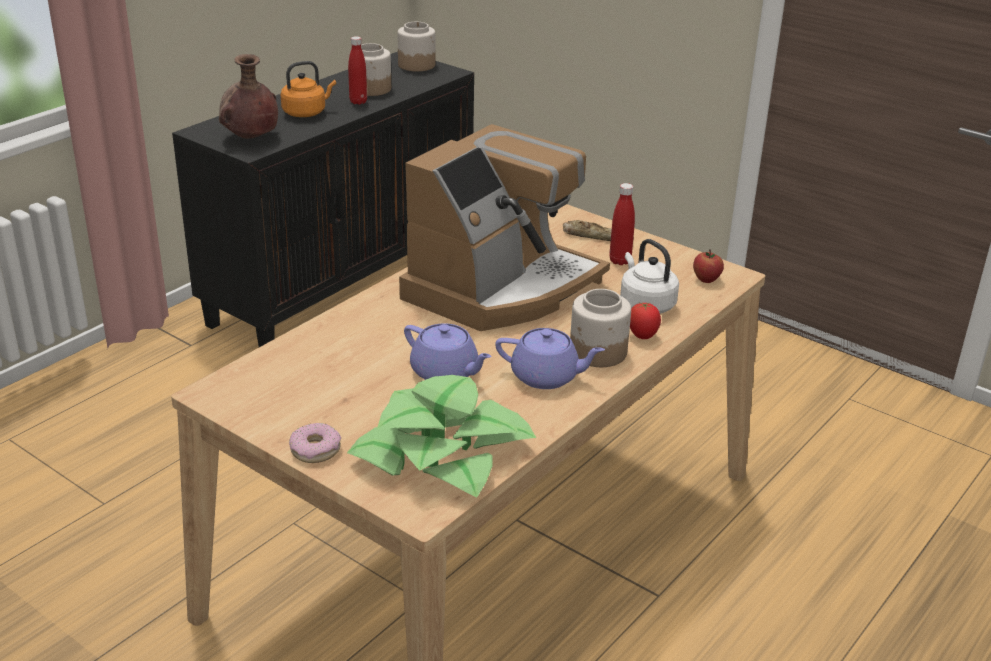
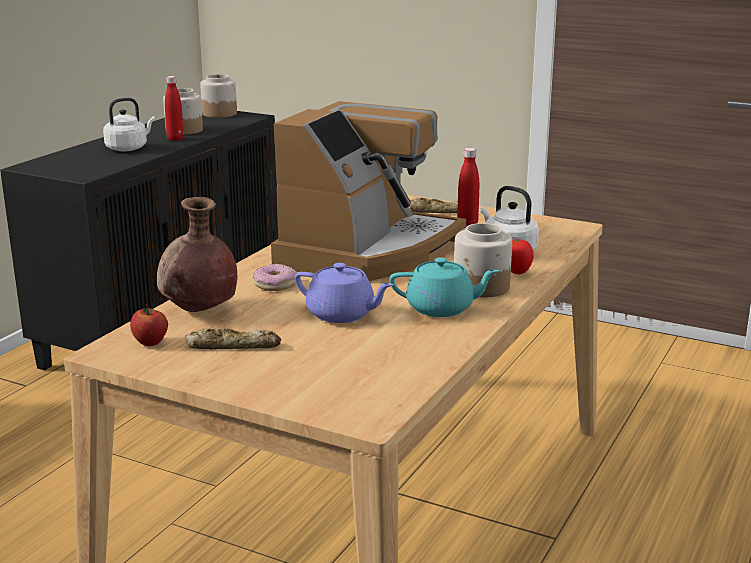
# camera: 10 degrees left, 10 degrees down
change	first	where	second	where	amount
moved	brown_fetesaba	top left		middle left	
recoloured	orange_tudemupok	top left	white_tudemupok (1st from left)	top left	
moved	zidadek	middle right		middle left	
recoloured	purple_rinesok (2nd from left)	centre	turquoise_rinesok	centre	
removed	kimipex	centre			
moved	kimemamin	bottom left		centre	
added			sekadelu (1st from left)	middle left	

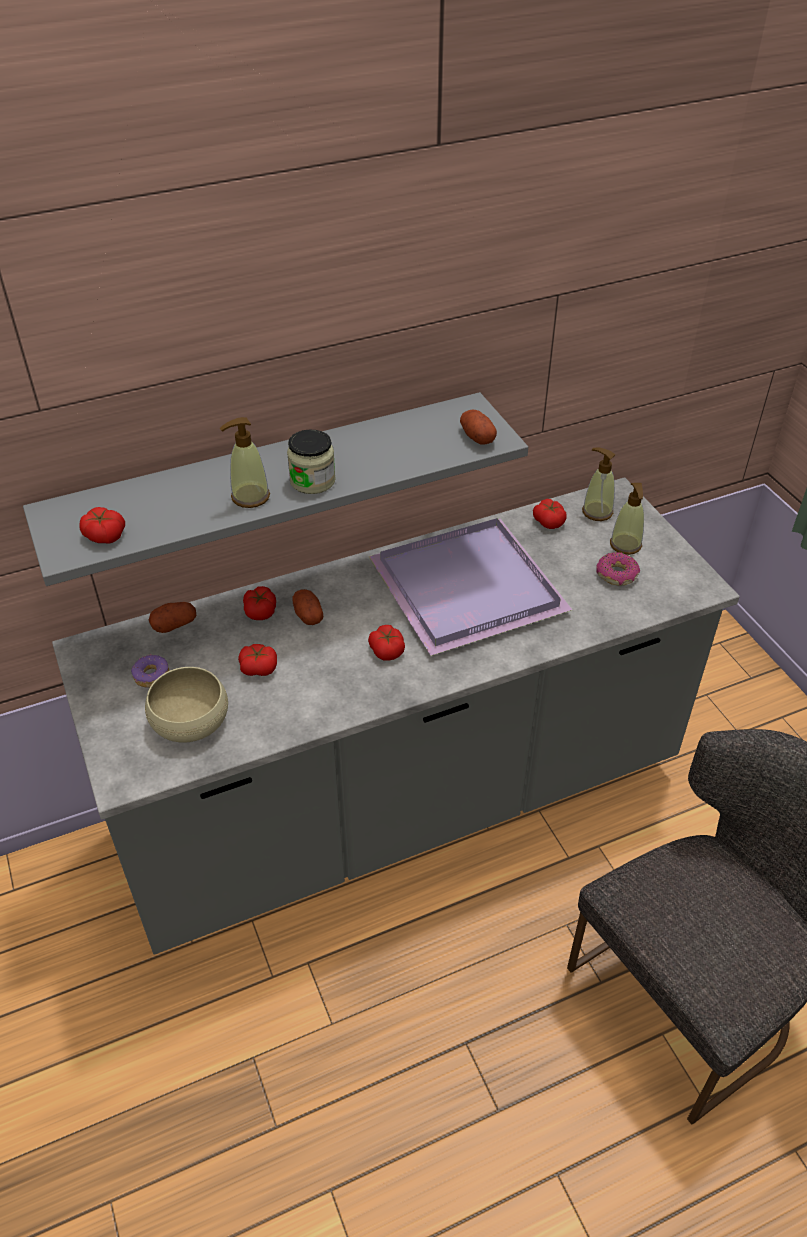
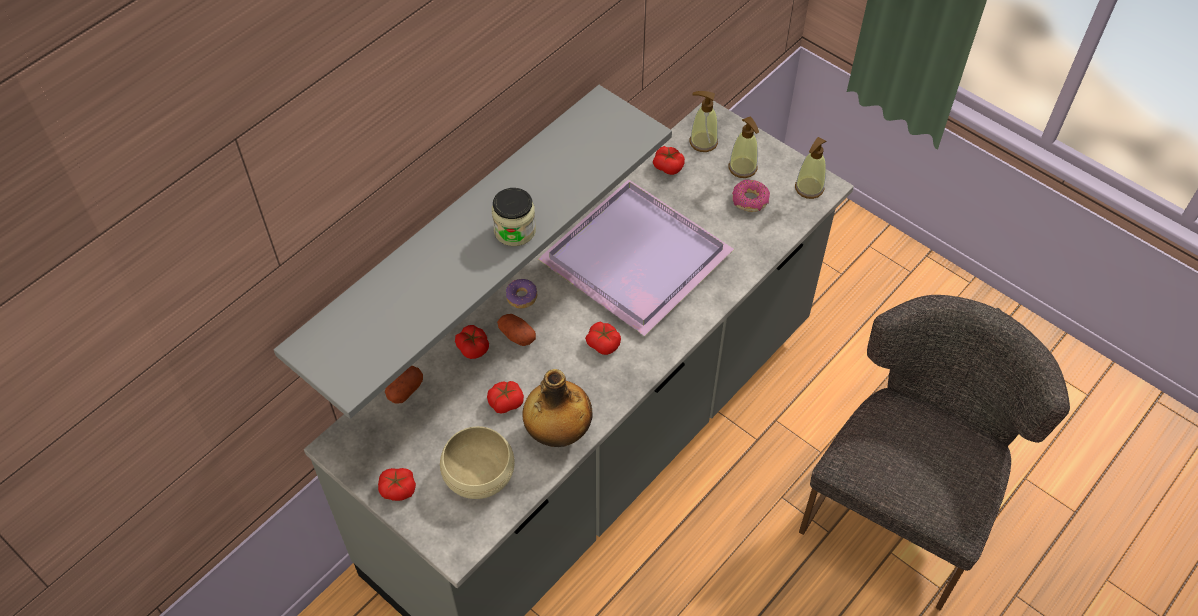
# camera: 25 degrees left, 10 degrees up
change	first	where	second	where	amount
removed	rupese (3rd from left)	centre			
moved	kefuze (1st from left in the first image)	middle left	kefuze (3rd from left)	top right	
moved	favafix (1st from left)	middle left		bottom left	
moved	kimemamin (1st from left)	middle left		centre	
added			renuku	centre	

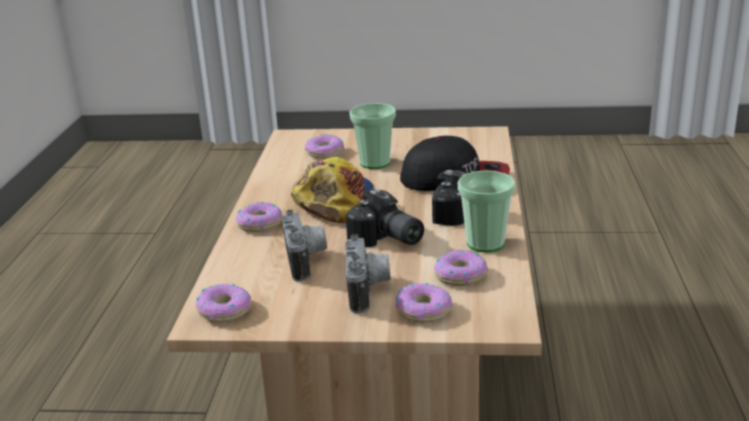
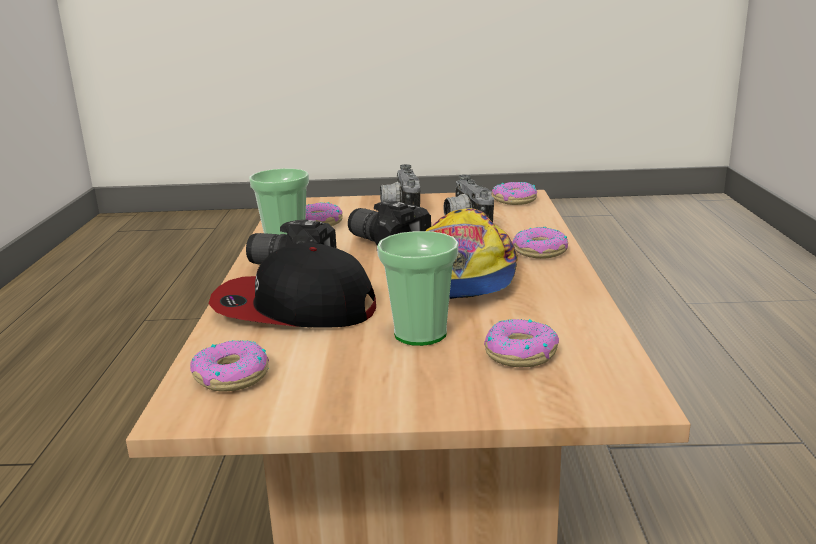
# camera: 175 degrees right, 5 degrees down
change	first	where	second	where	amount
moved	kimemamin (4th from left in the first image)	bottom centre	kimemamin (1st from left)	bottom left	

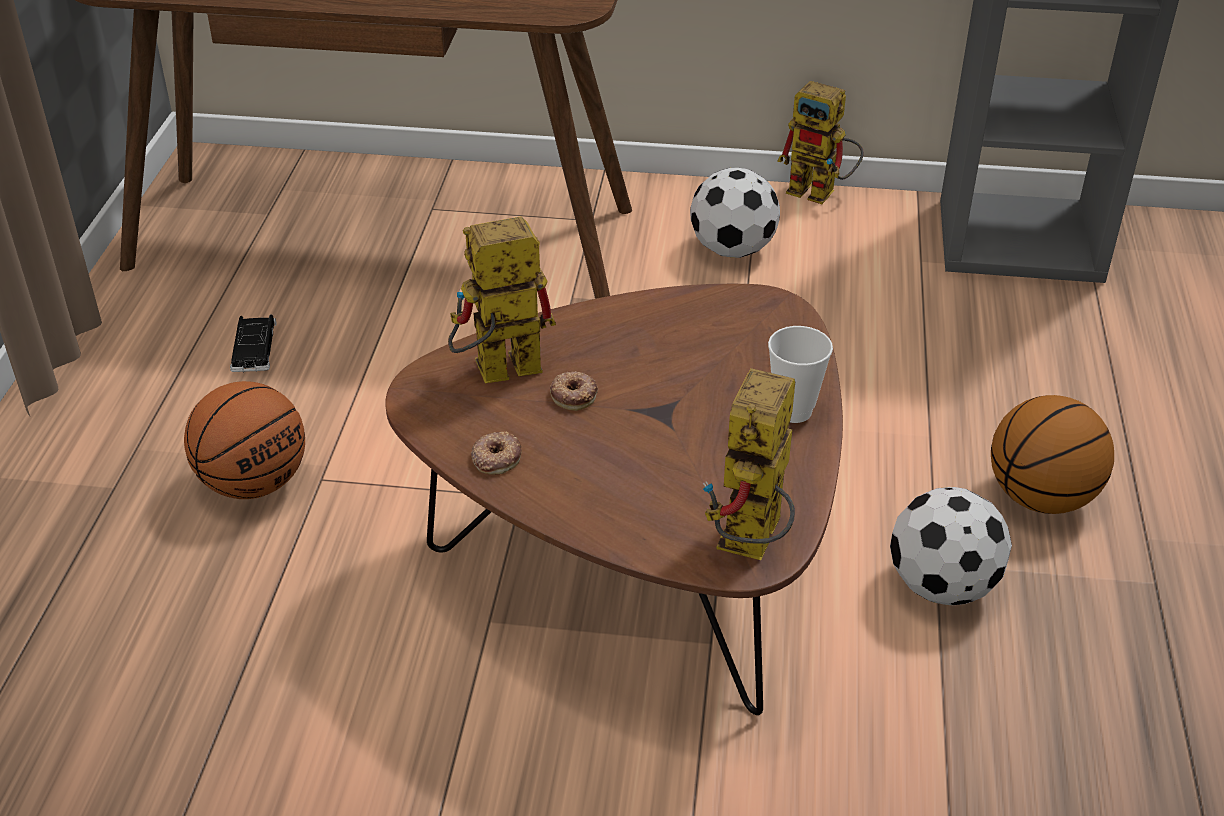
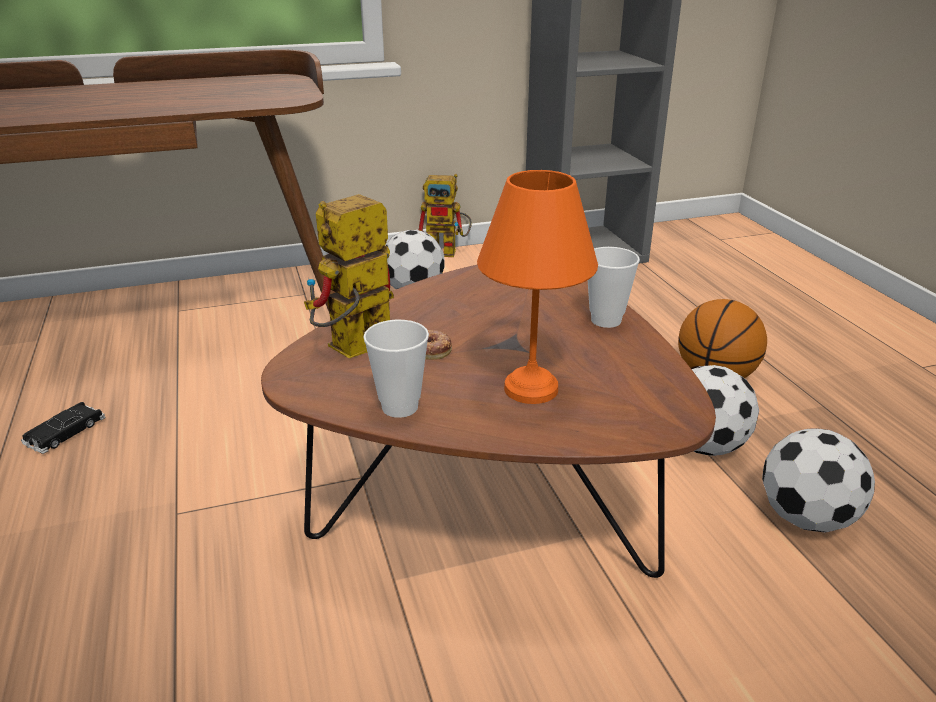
# camera: 25 degrees left, 10 degrees down
change	first	where	second	where	amount
turned	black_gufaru	middle left		middle left	60 degrees clockwise
removed	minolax (2nd from left)	centre			
removed	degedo (1st from left)	middle left			
replaced	kimemamin (1st from left)	centre	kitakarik (1st from left)	centre	
added			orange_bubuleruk	centre	
added			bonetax (3rd from left)	bottom right	

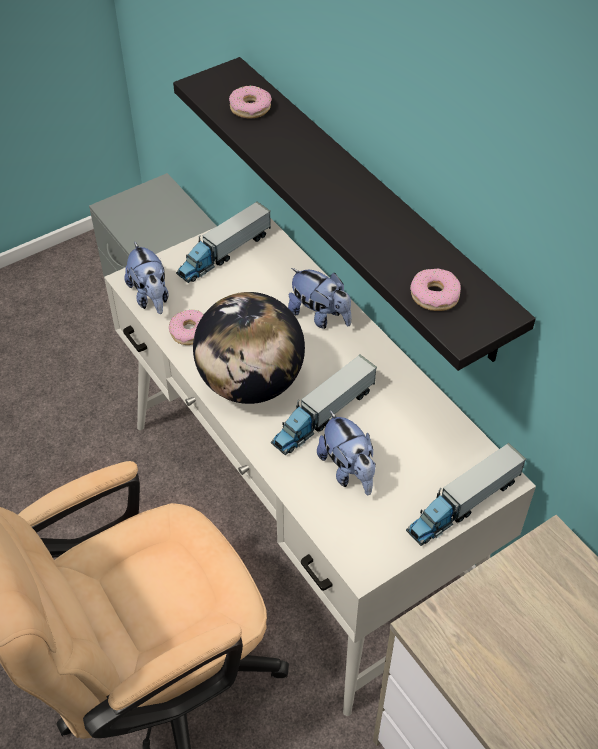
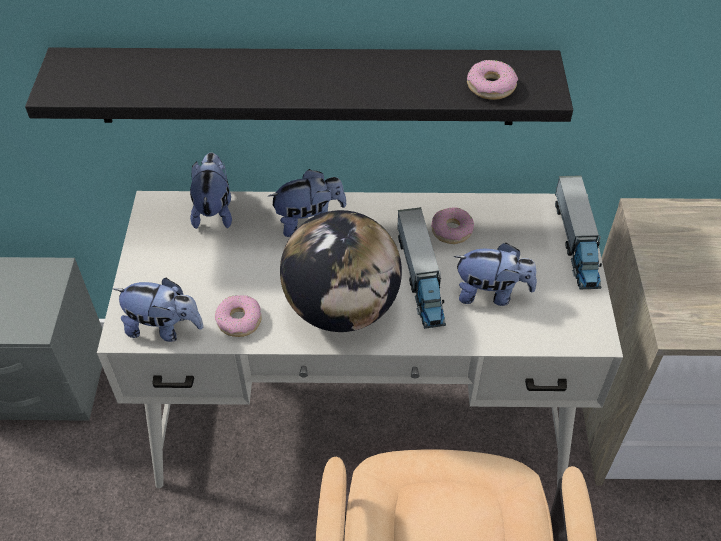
# camera: 55 degrees left, 0 degrees up
change	first	where	second	where	amount
moved	kimemamin (2nd from left)	top centre		centre	
removed	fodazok (1st from left)	top centre			
added			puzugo (2nd from left)	middle left	

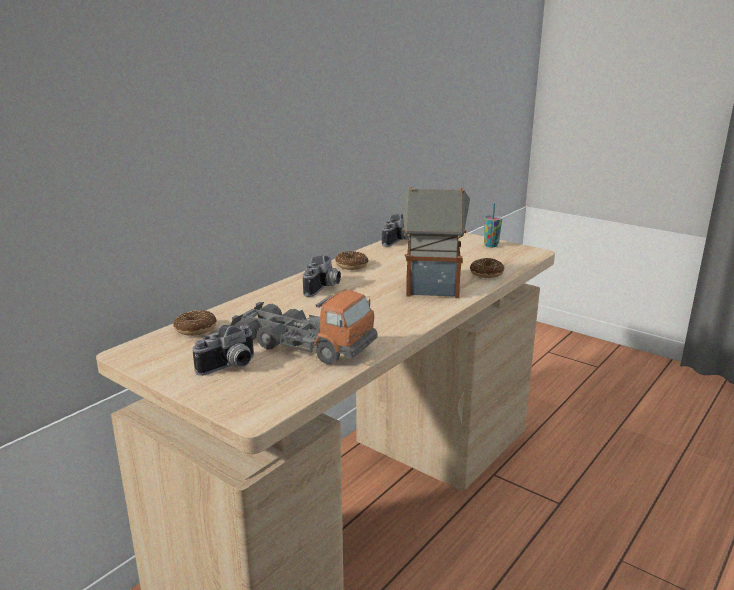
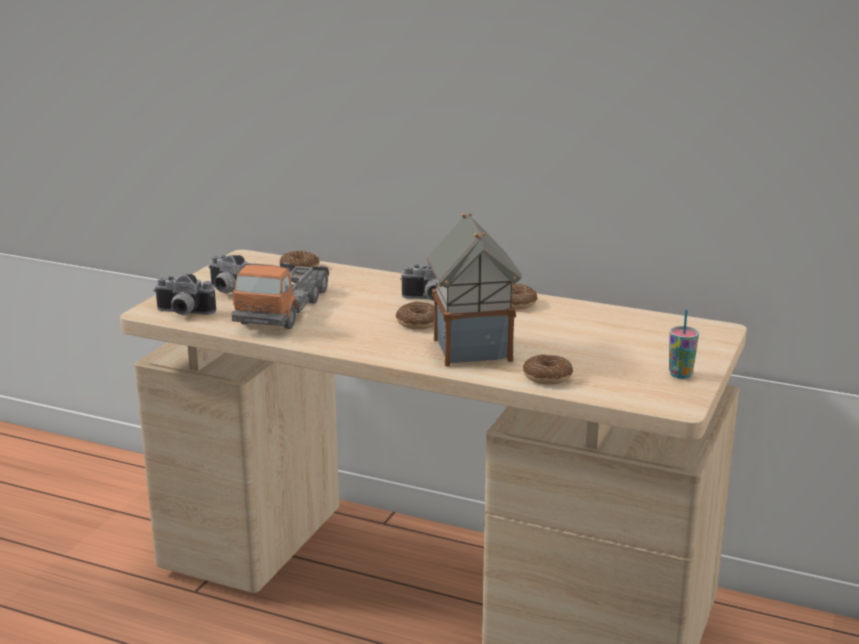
# camera: 75 degrees right, 0 degrees up
change	first	where	second	where	amount
moved	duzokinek (3rd from left in the first image)	centre	duzokinek (1st from left)	middle left	
added			kimemamin (2nd from left)	centre	

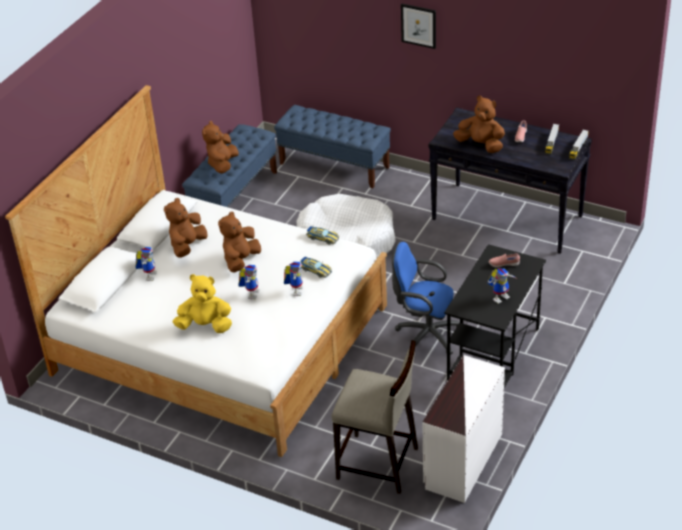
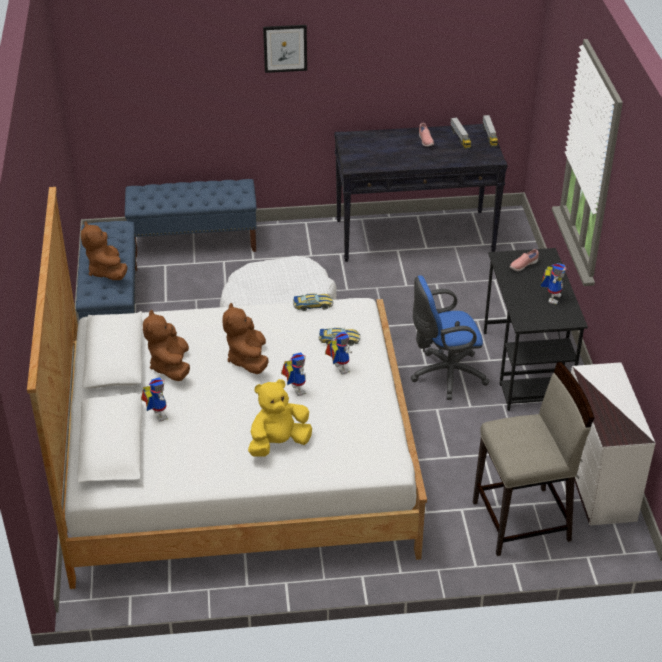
# camera: 35 degrees left, 0 degrees up
change	first	where	second	where	amount
removed	brown_puzugo (4th from left)	top right			

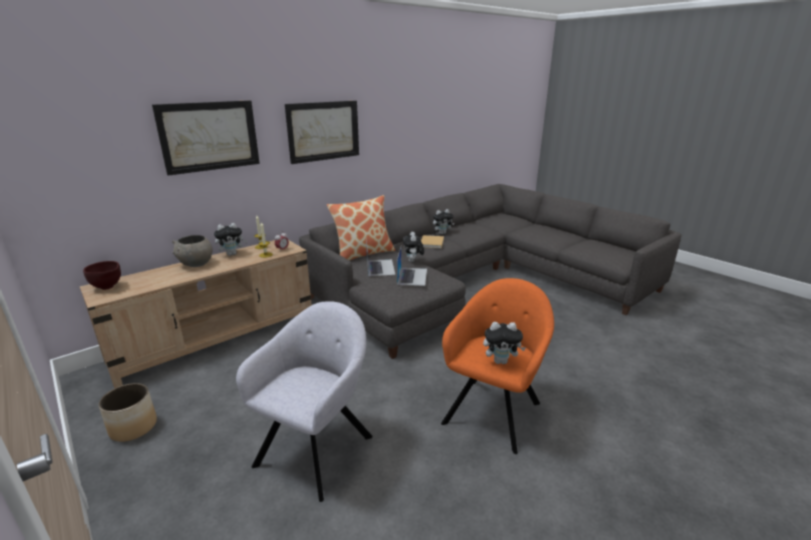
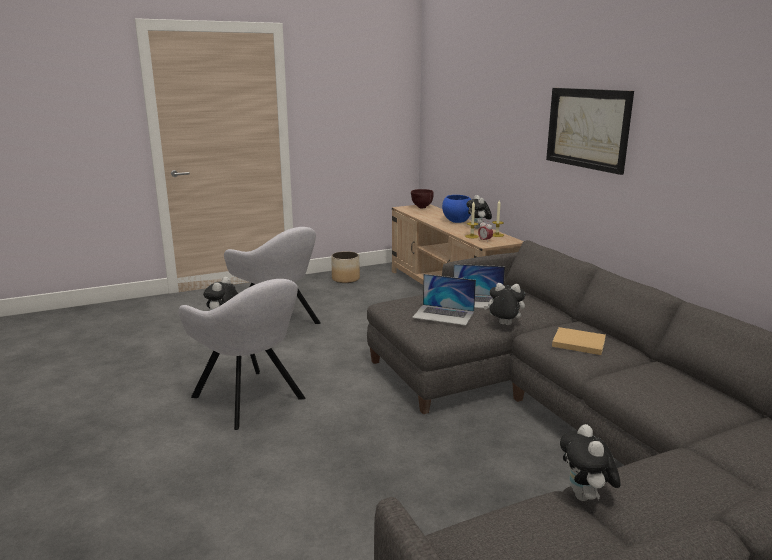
# camera: 105 degrees right, 5 degrees down
change	first	where	second	where	amount
removed	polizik (1st from left)	top left			
removed	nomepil	centre			
moved	puzugo (3rd from left in the first image)	centre	puzugo (4th from left)	bottom right	
recoloured	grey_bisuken	middle left	blue_bisuken	centre	
recoloured	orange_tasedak	bottom centre	grey_tasedak (1st from left)	middle left	

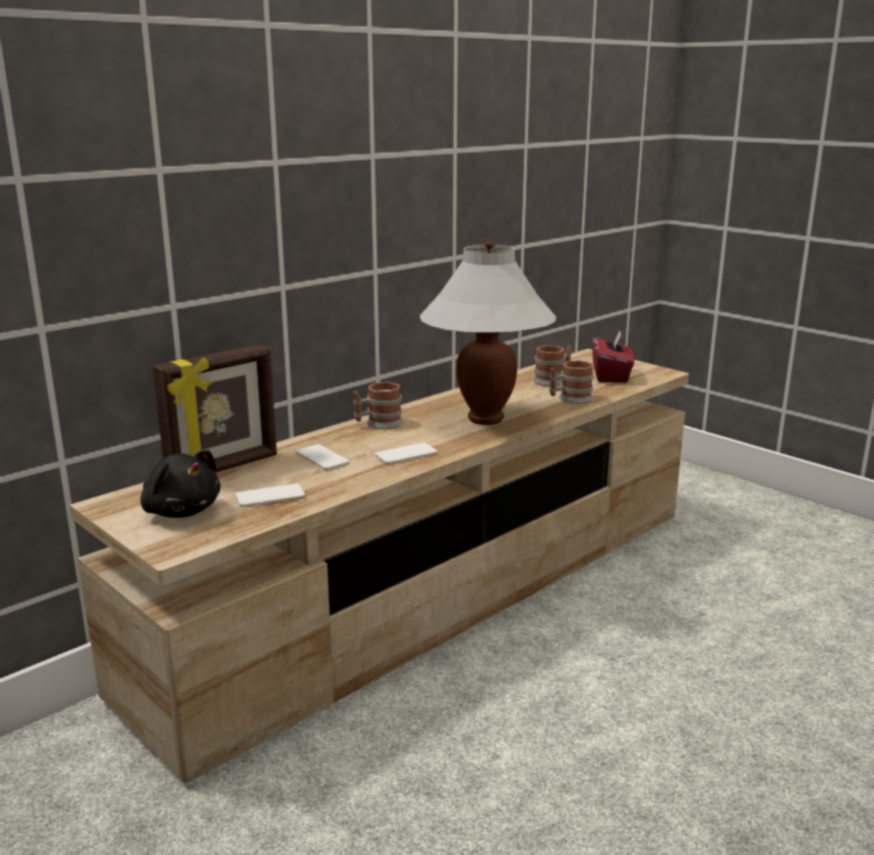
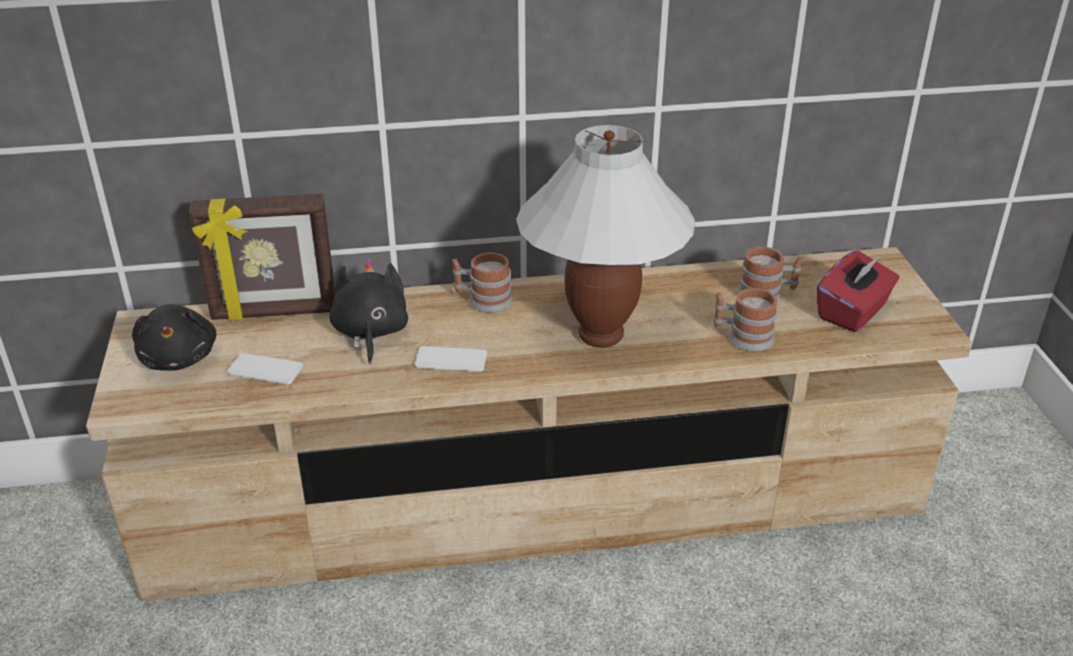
# camera: 35 degrees right, 15 degrees up
change	first	where	second	where	amount
replaced	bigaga (2nd from left)	centre	black_puzugo (2nd from left)	centre	

